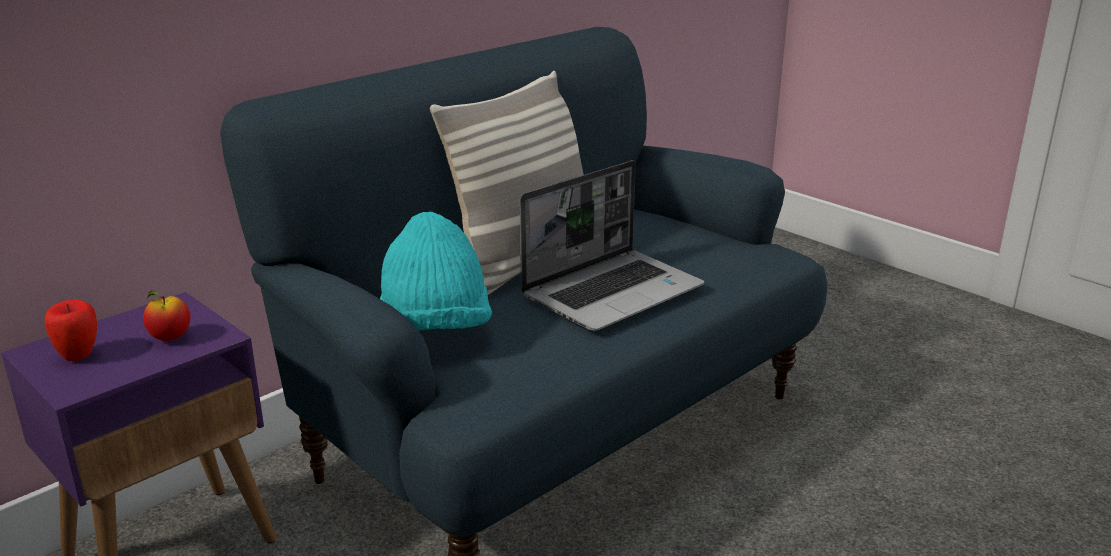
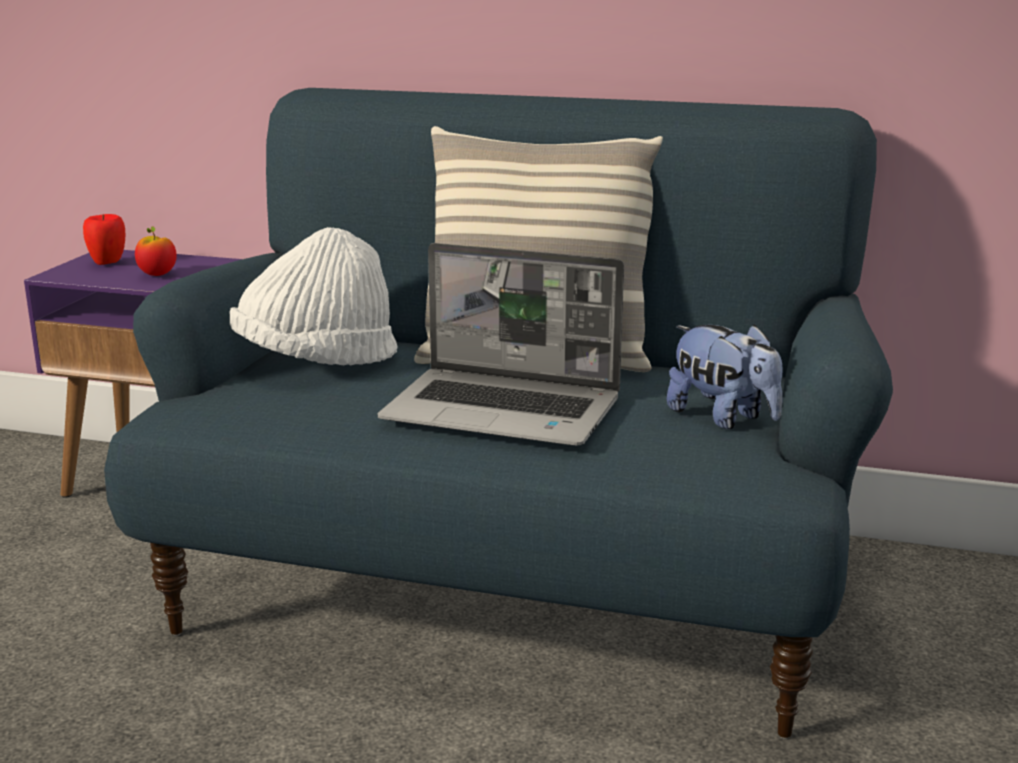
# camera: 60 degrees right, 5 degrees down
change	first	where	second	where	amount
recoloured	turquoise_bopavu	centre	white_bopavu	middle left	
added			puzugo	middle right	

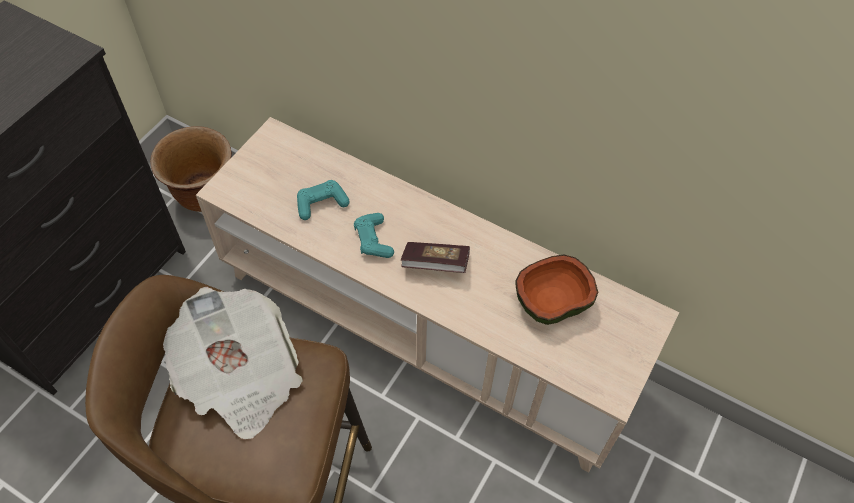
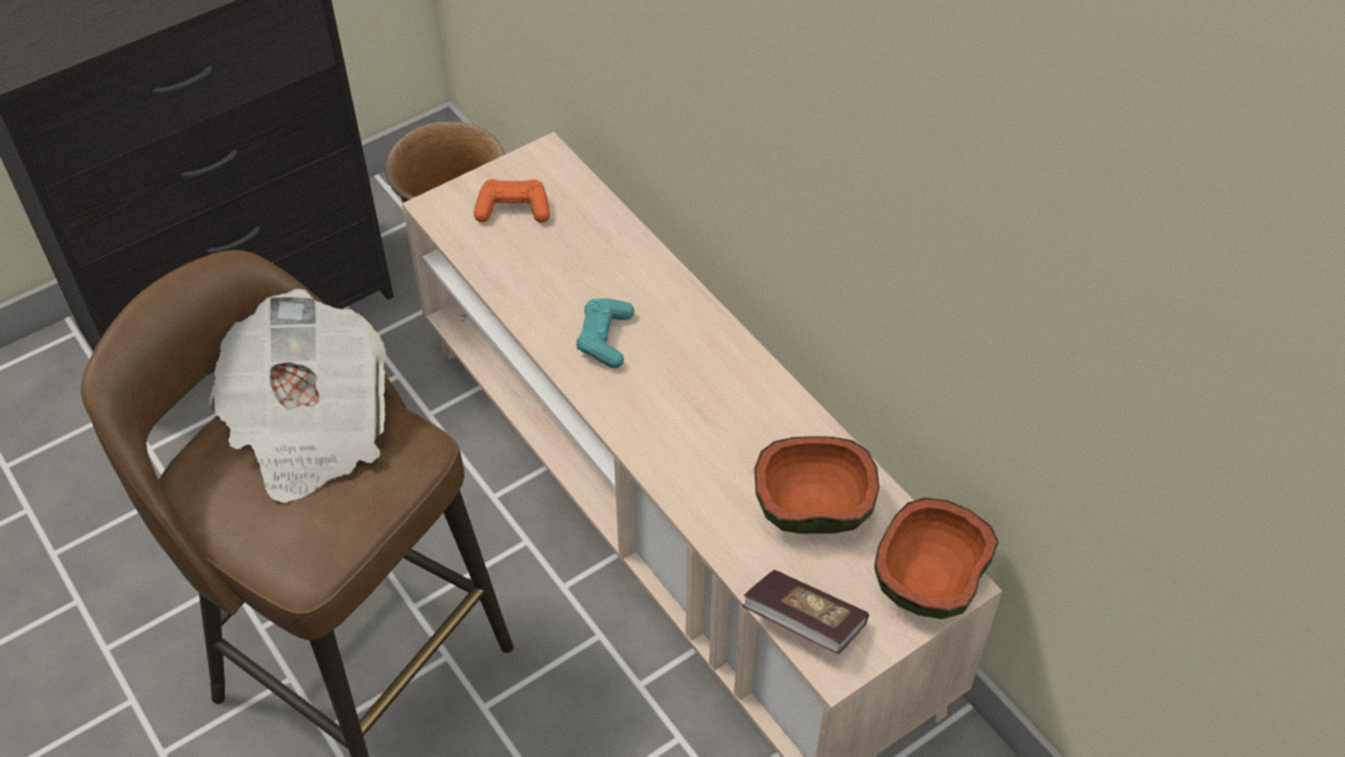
# camera: 25 degrees right, 5 degrees down
change	first	where	second	where	amount
removed	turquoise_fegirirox (1st from left)	centre			
moved	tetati	centre		bottom centre	
added			orange_fegirirox	top centre	
added			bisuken (2nd from left)	bottom right	

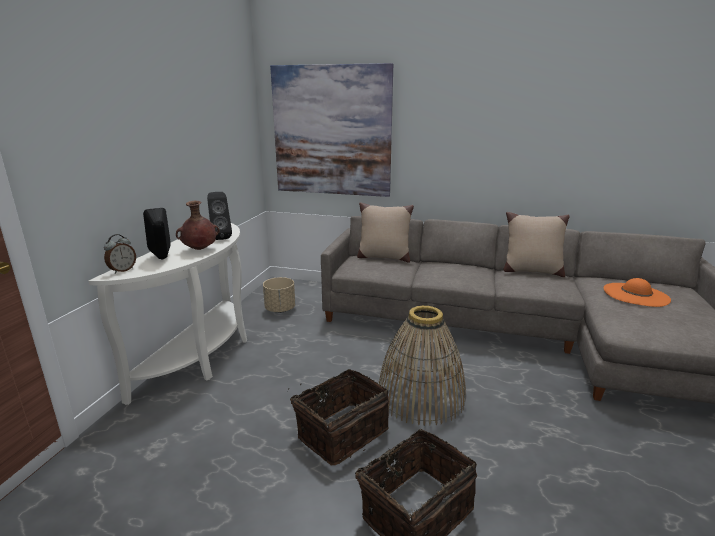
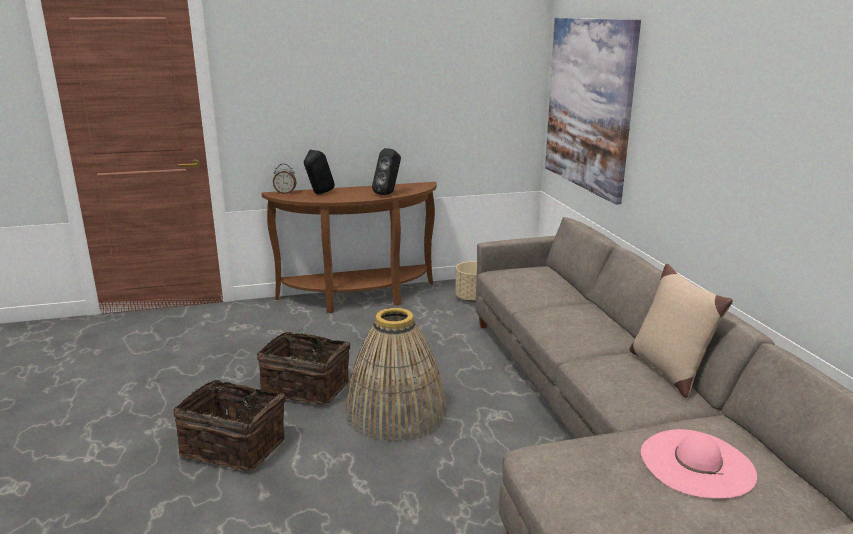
# camera: 60 degrees right, 0 degrees up
change	first	where	second	where	amount
removed	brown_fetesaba	middle left			
removed	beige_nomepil (1st from left)	centre			
recoloured	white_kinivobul	middle left	brown_kinivobul	centre	
recoloured	orange_bopavu	middle right	pink_bopavu	bottom right	

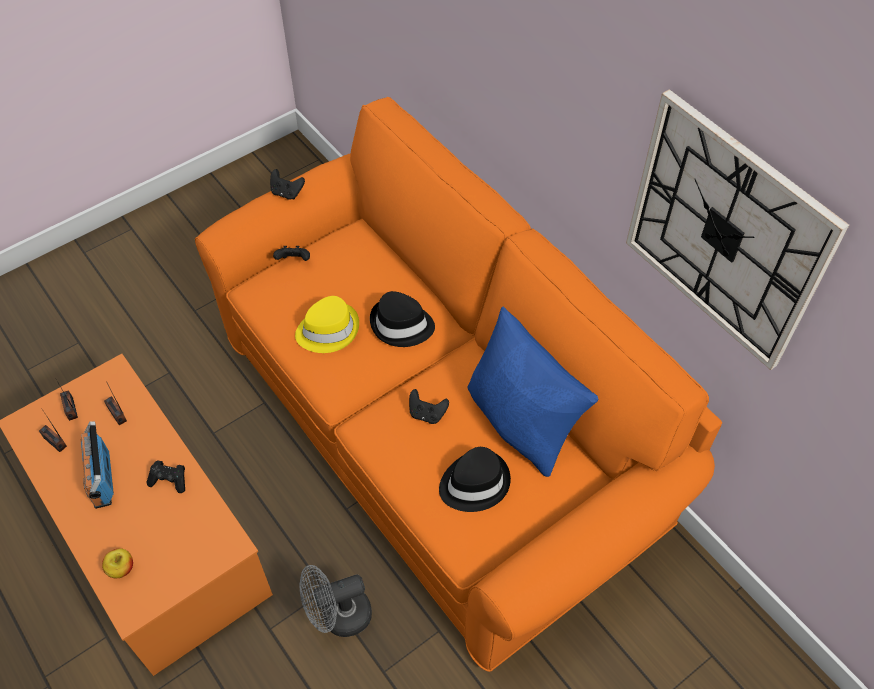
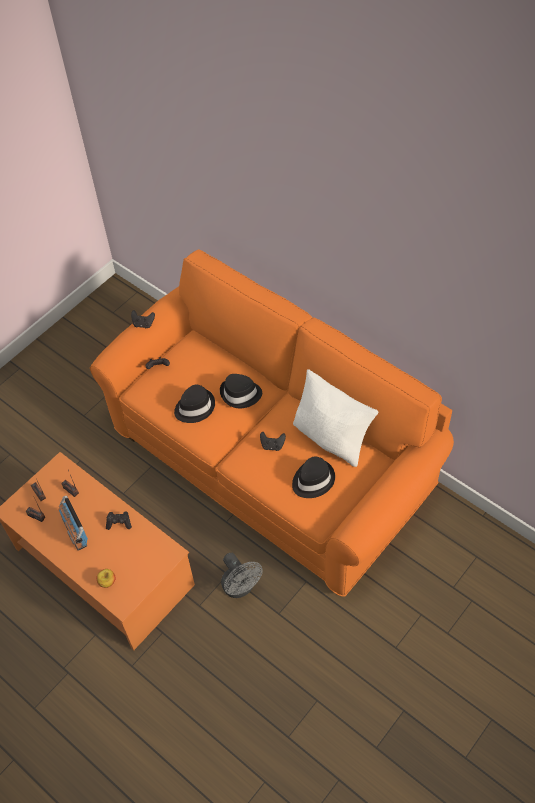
# camera: 10 degrees left, 0 degrees up
change	first	where	second	where	amount
removed	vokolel	top right			
recoloured	yellow_bopavu	centre	black_bopavu (1st from left)	centre	
recoloured	blue_nomepil	centre	white_nomepil	centre	
turned	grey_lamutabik	bottom centre		bottom centre	90 degrees counterclockwise

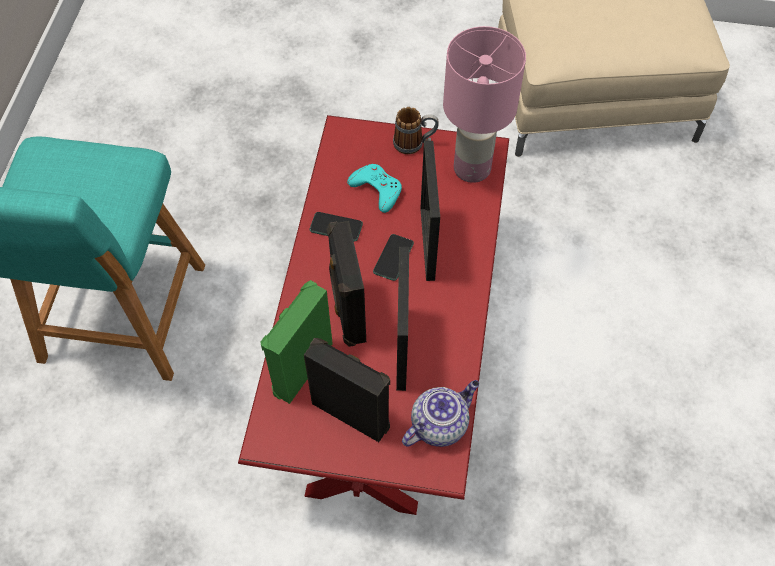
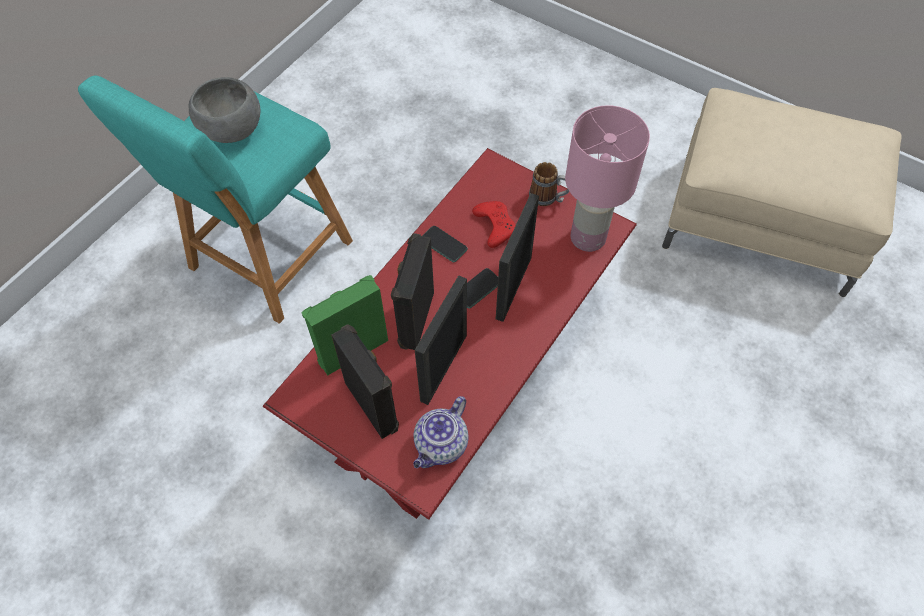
# camera: 25 degrees right, 0 degrees up
change	first	where	second	where	amount
recoloured	turquoise_fegirirox	top centre	red_fegirirox	centre	
turned	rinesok	bottom centre		bottom centre	135 degrees clockwise
added			grey_bisuken	top left	

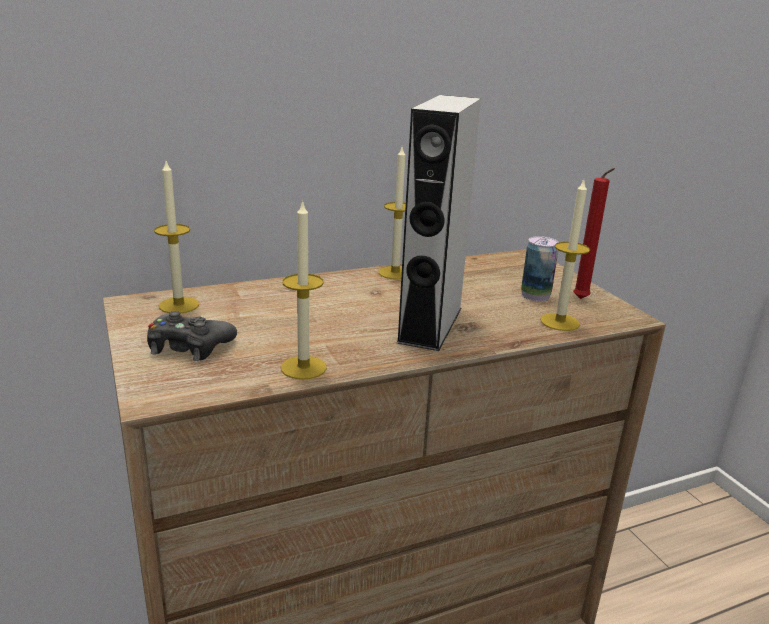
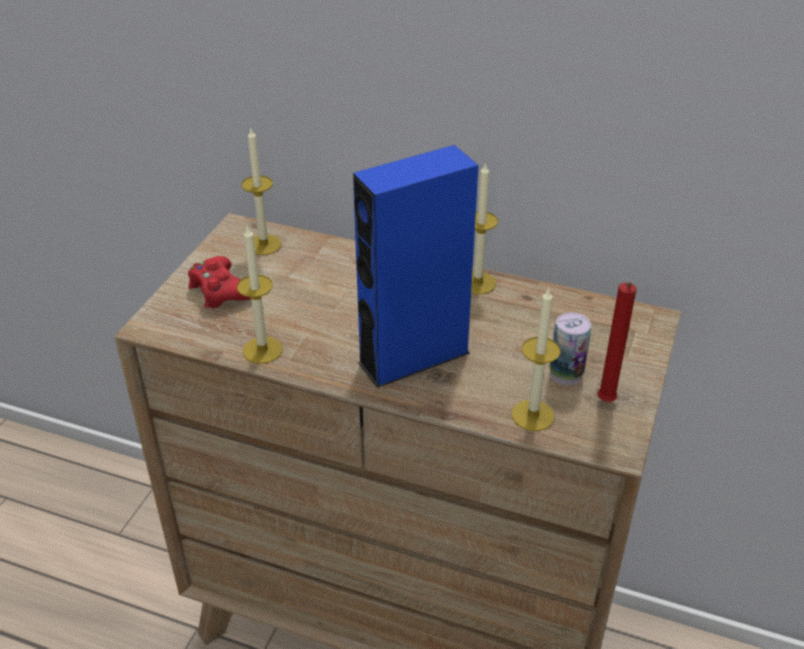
# camera: 45 degrees right, 15 degrees up
change	first	where	second	where	amount
recoloured	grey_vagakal	centre	blue_vagakal	centre	
recoloured	black_fegirirox	middle left	red_fegirirox	middle left	

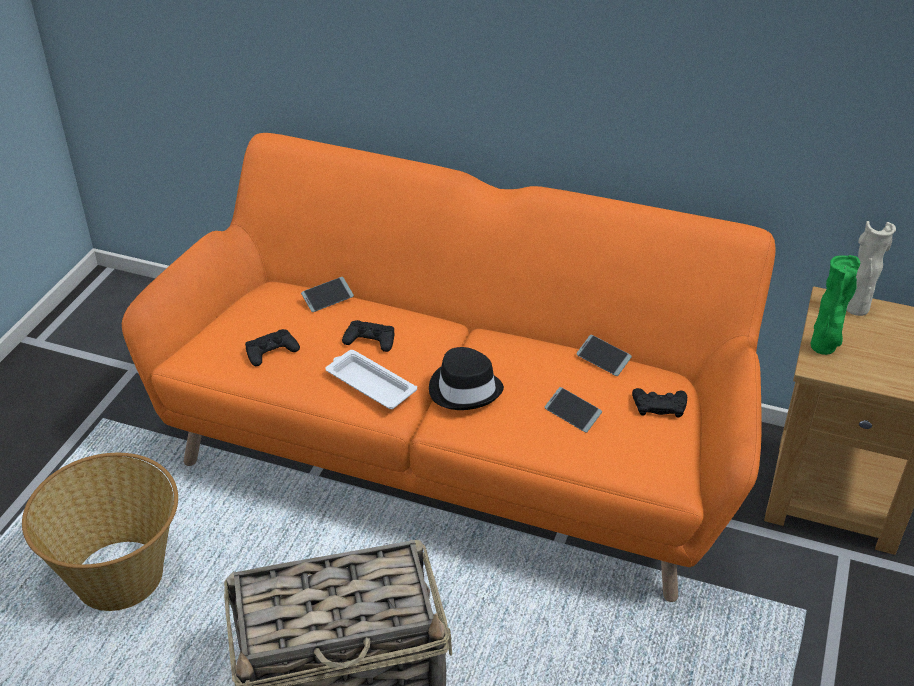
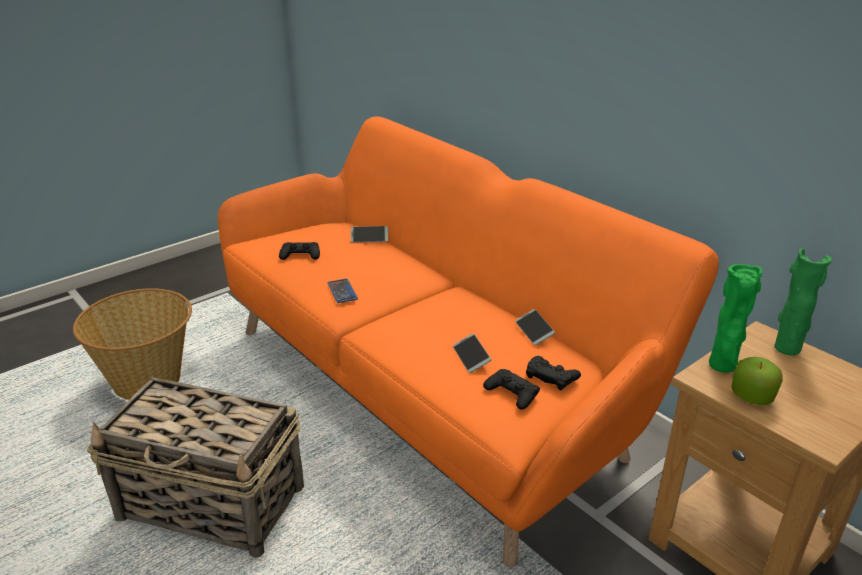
# camera: 30 degrees right, 10 degrees down
change	first	where	second	where	amount
recoloured	beige_fetesaba	middle right	green_fetesaba (2nd from left)	middle right	
moved	black_fegirirox (2nd from left)	centre		bottom centre	
removed	black_bopavu	centre			
replaced	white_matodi	centre	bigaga (1st from left)	centre	
added			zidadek	middle right	

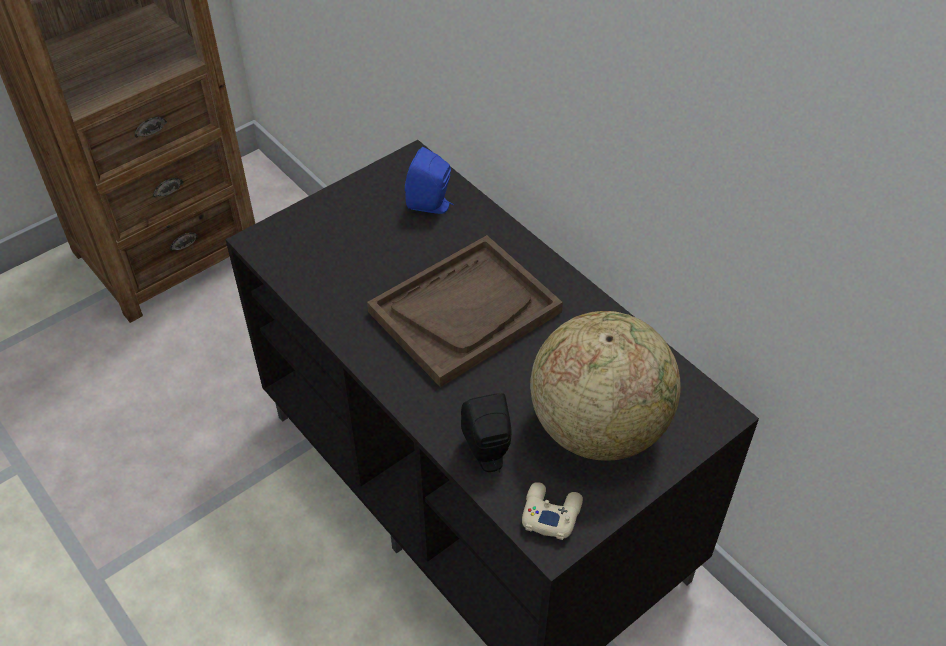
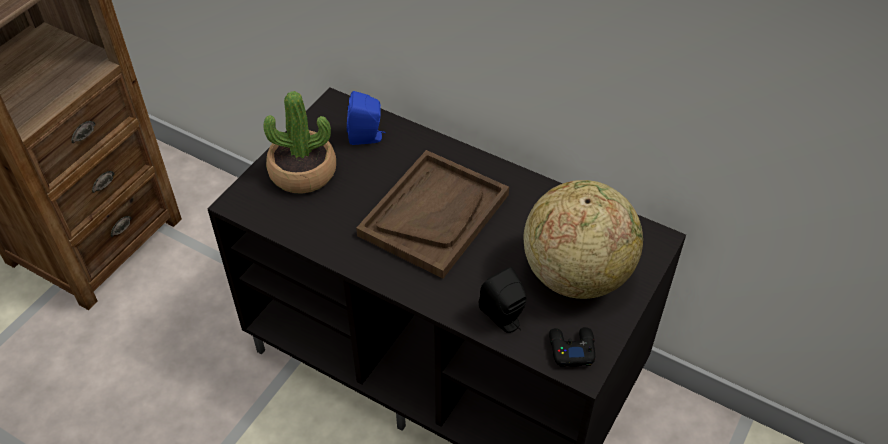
# camera: 20 degrees left, 0 degrees up
change	first	where	second	where	amount
recoloured	beige_fegirirox	bottom centre	black_fegirirox	bottom centre	
added			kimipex	top centre	

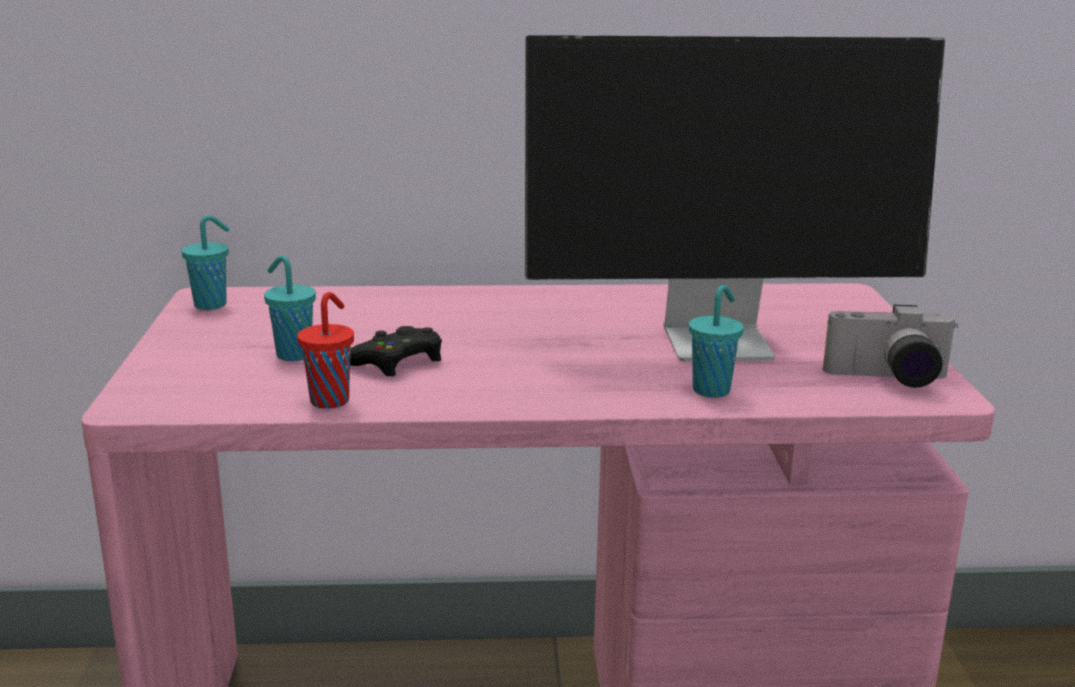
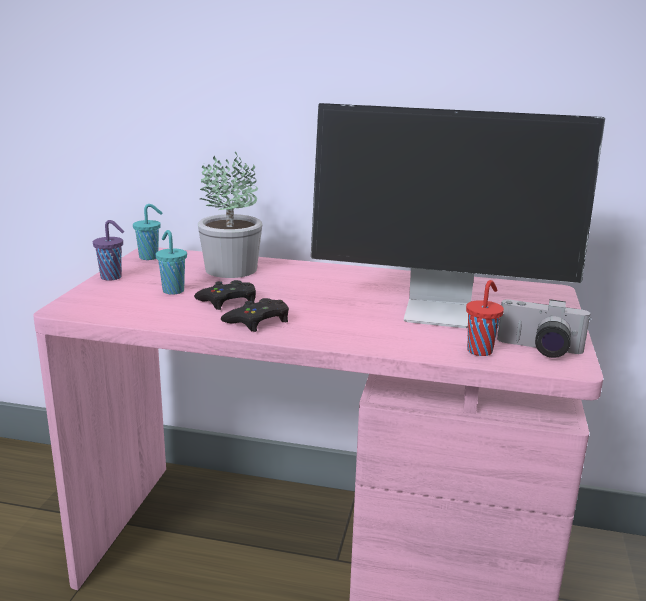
# camera: 15 degrees right, 0 degrees up
change	first	where	second	where	amount
removed	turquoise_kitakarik (3rd from left)	centre			
moved	red_kitakarik	middle left		middle right	
added			kimipex	centre	
added			purple_kitakarik	middle left	
added			black_fegirirox (2nd from left)	centre	

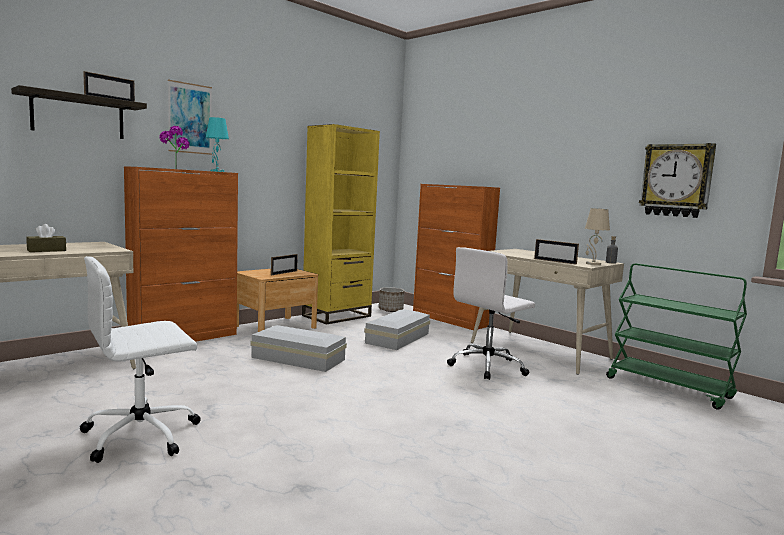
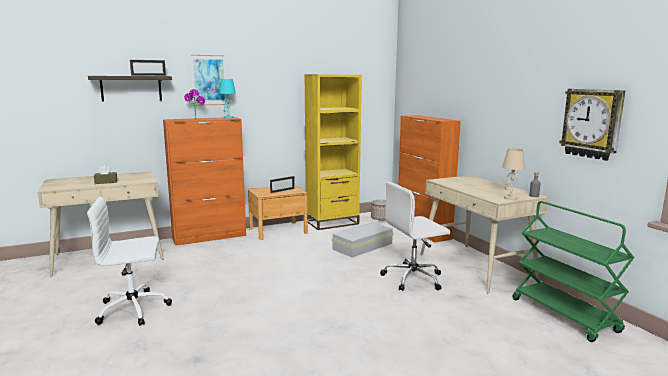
# camera: 20 degrees right, 5 degrees up
change	first	where	second	where	amount
removed	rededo (3rd from left)	middle right			
removed	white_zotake (1st from left)	centre			

